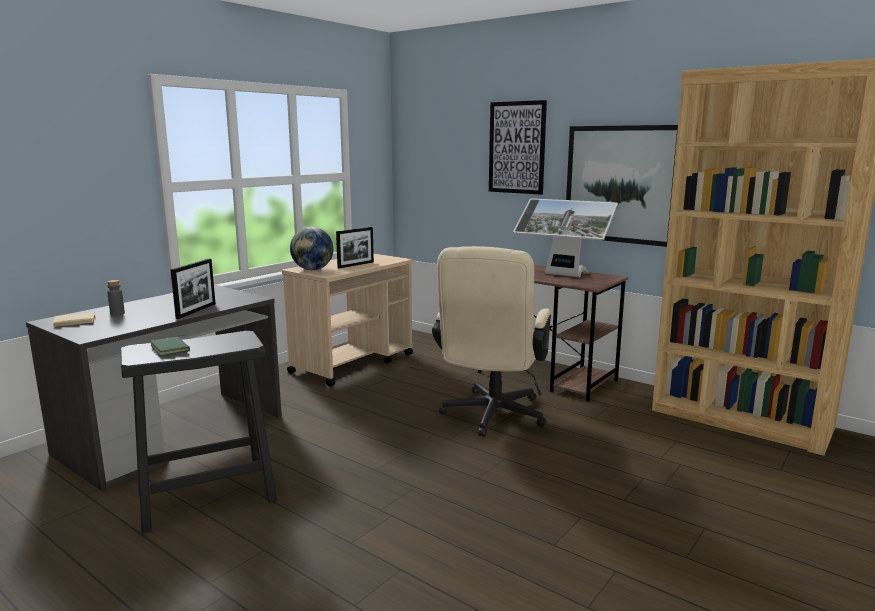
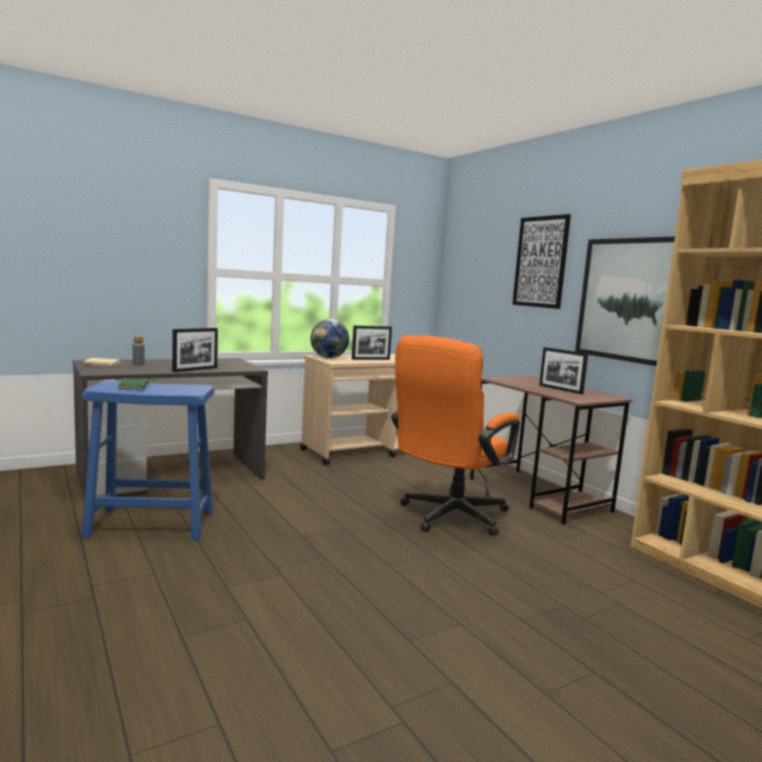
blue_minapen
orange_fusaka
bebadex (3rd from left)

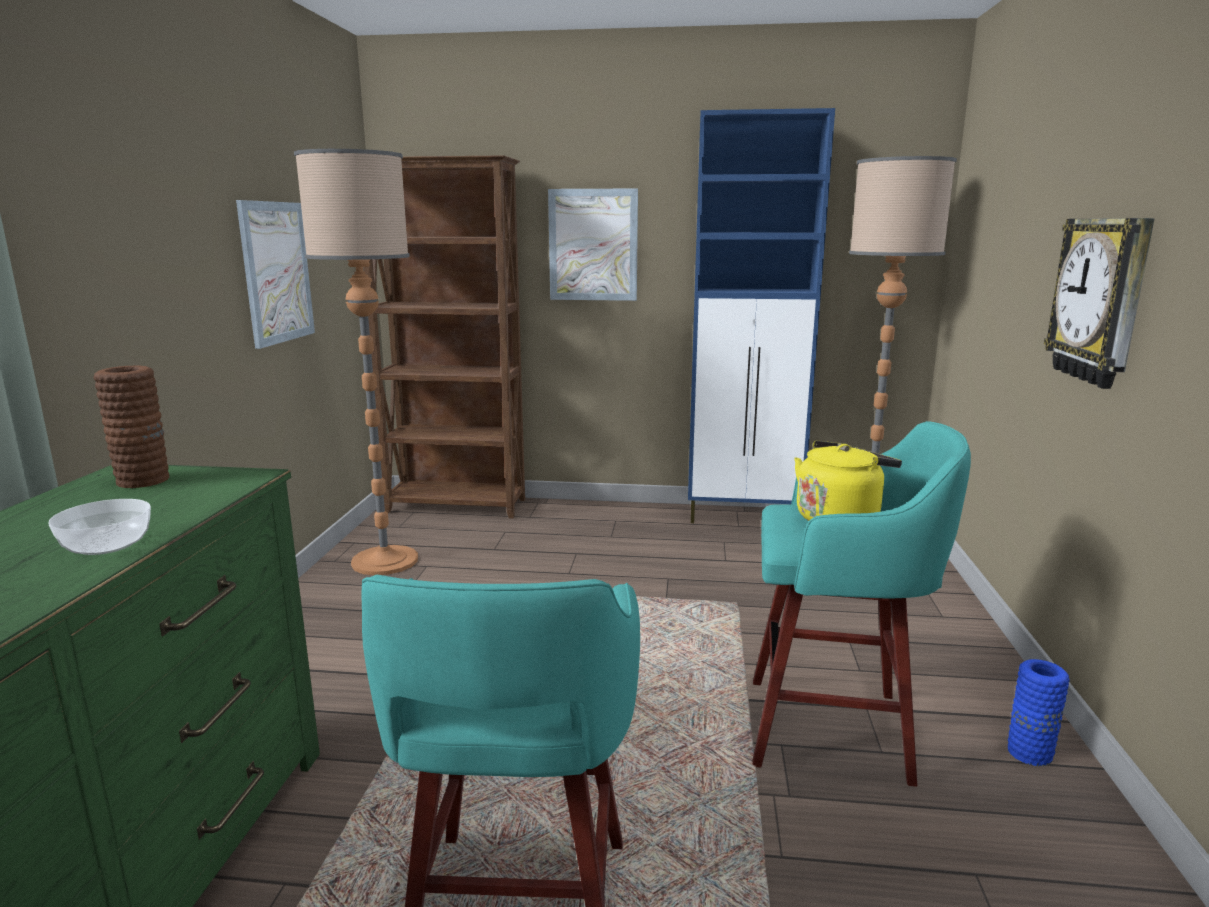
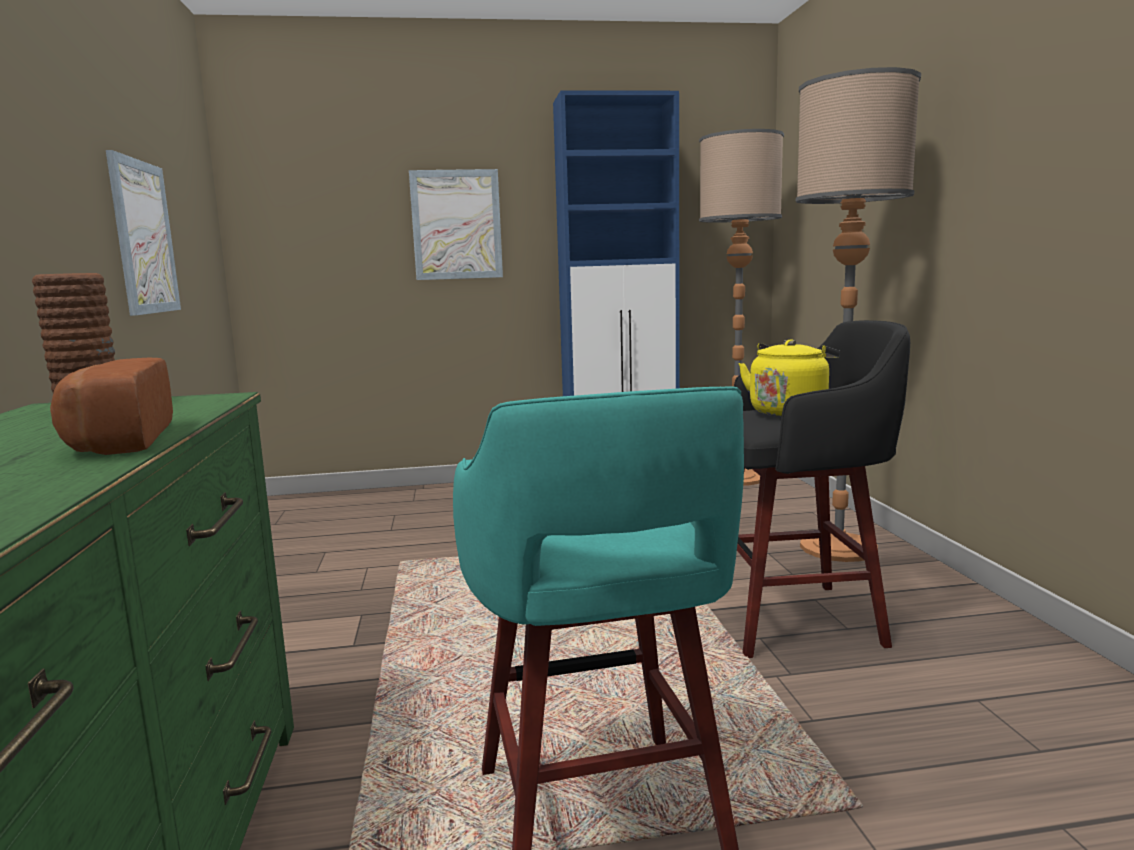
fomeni
black_minapen
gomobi (2nd from left)
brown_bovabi
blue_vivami
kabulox

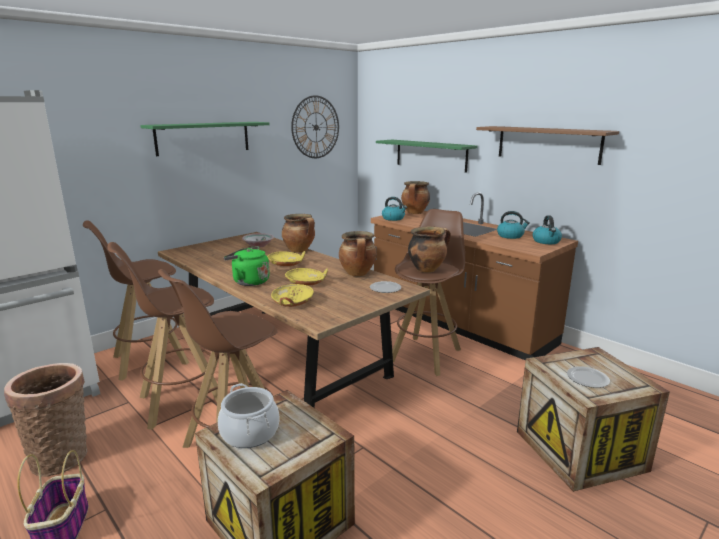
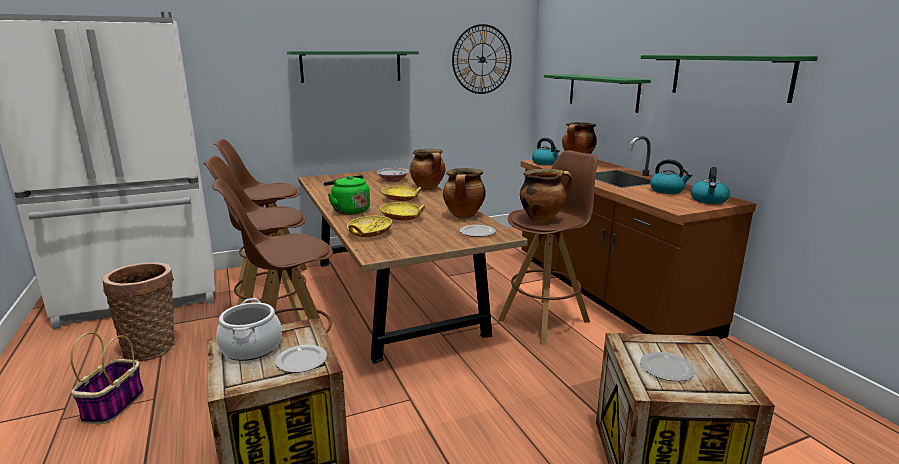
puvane (1st from left)
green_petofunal (3rd from left)

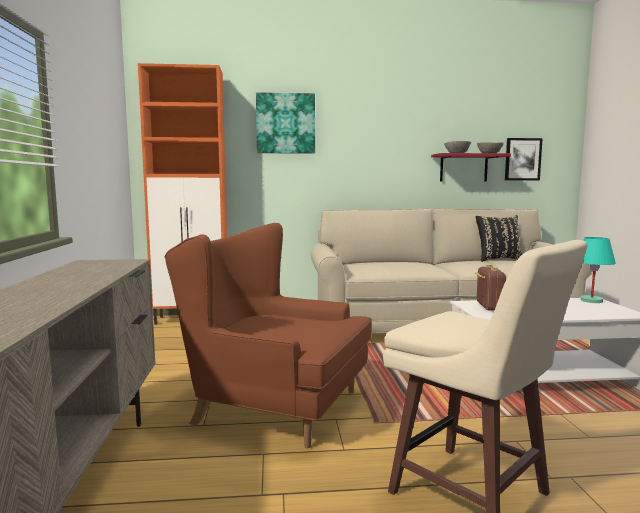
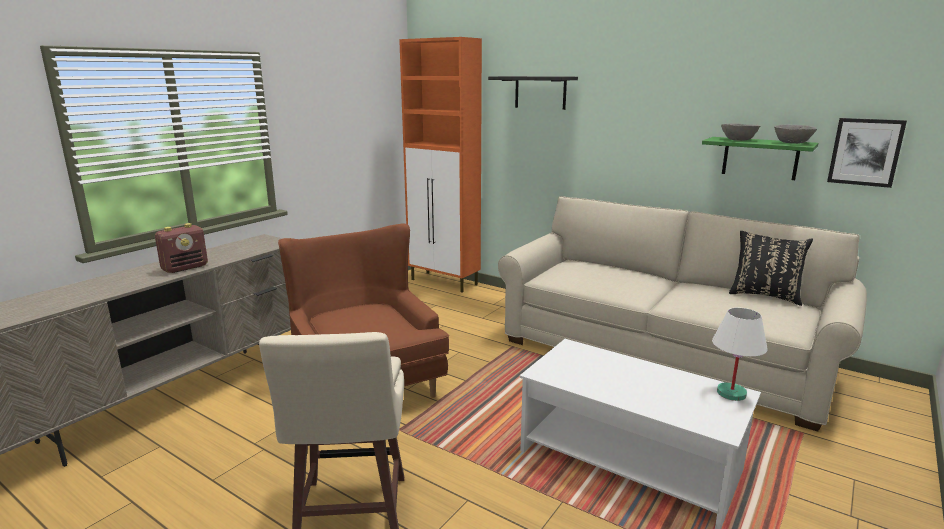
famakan
black_petofunal
green_petofunal
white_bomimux

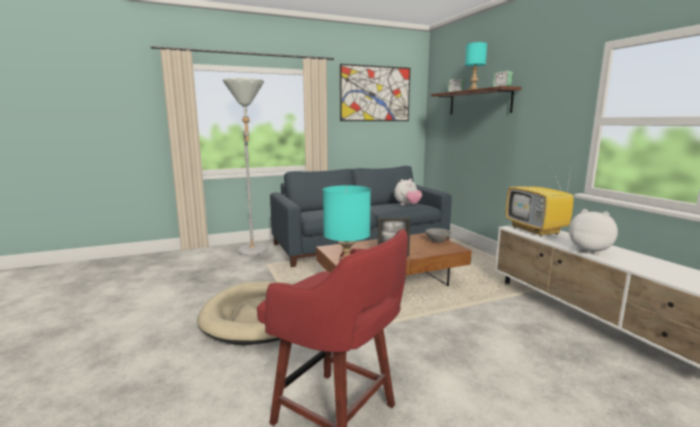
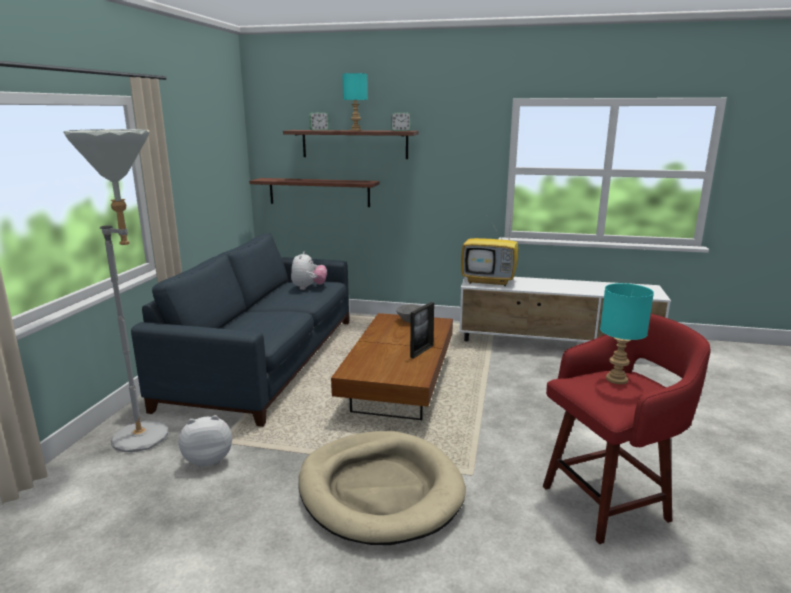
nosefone (1st from left)
petofunal (1st from left)
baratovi

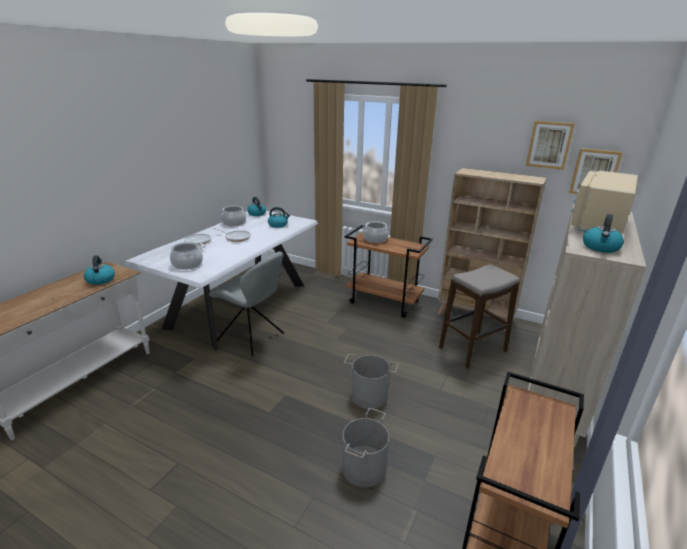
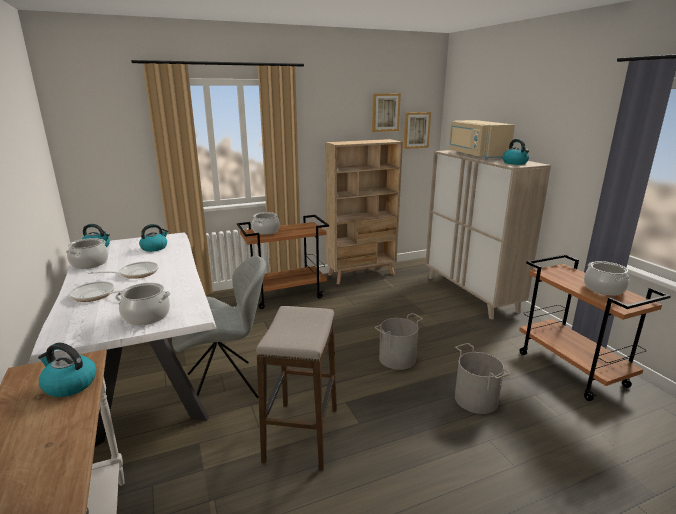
minapen
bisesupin (4th from left)

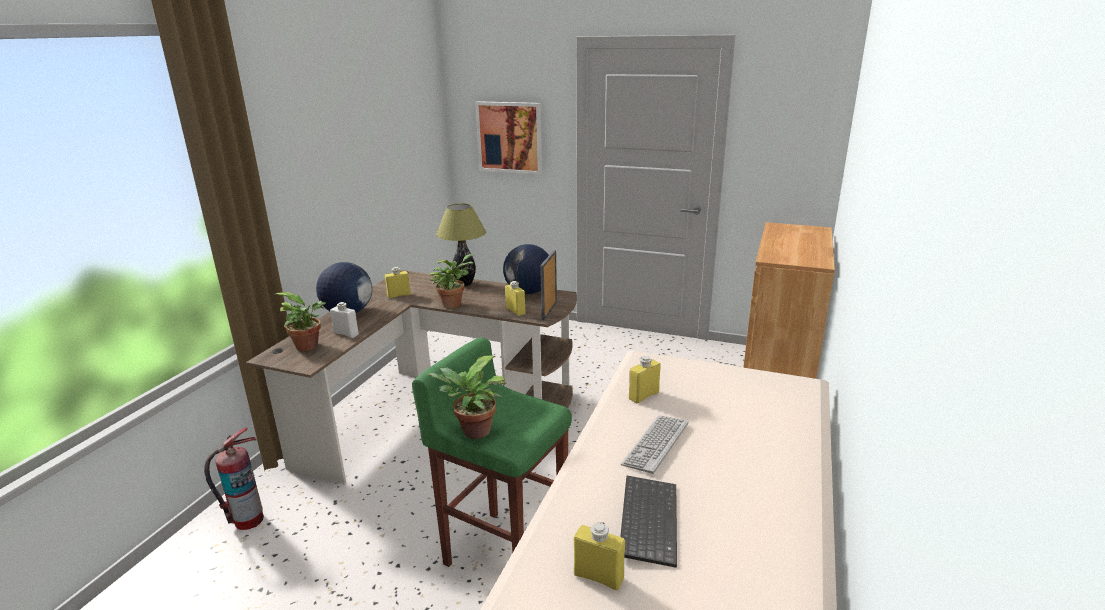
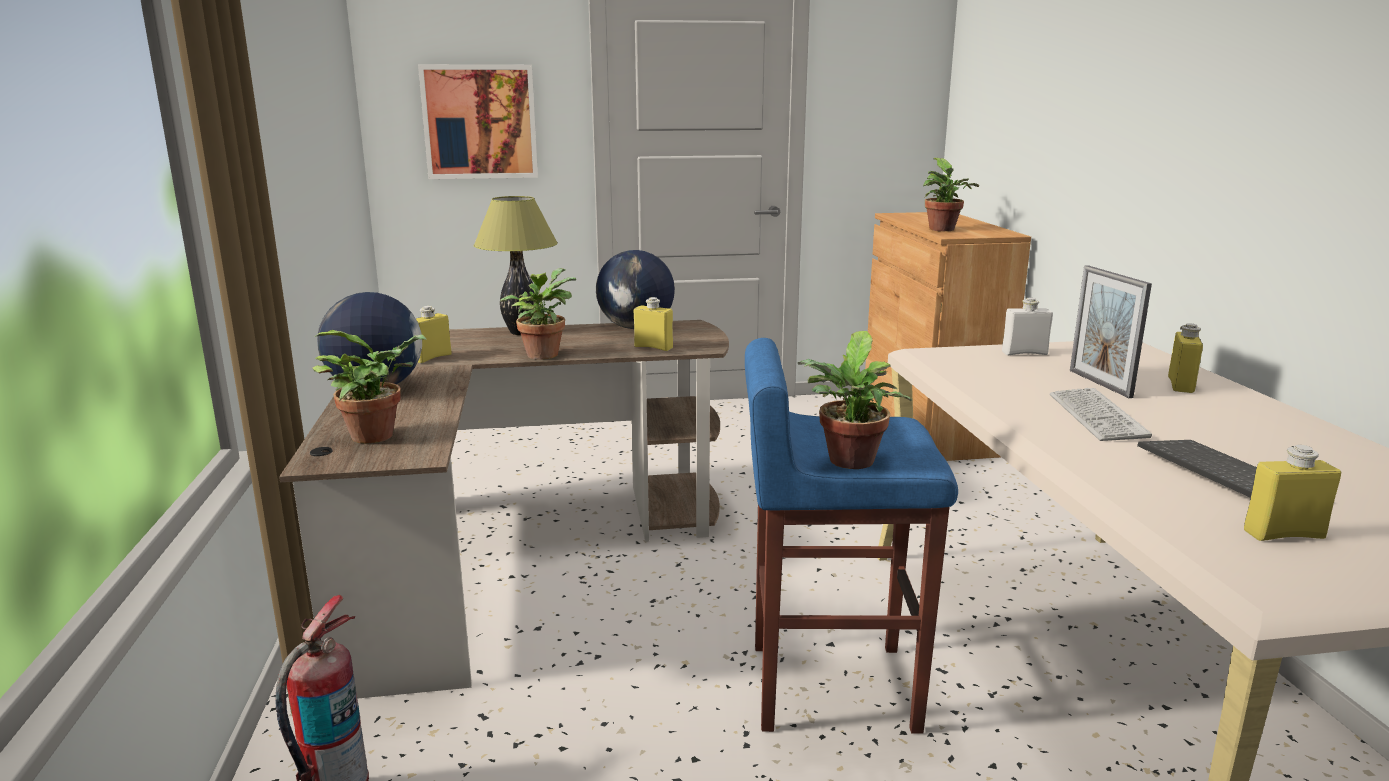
blue_minapen
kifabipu (4th from left)
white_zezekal
bebadex
yellow_zezekal (3rd from left)

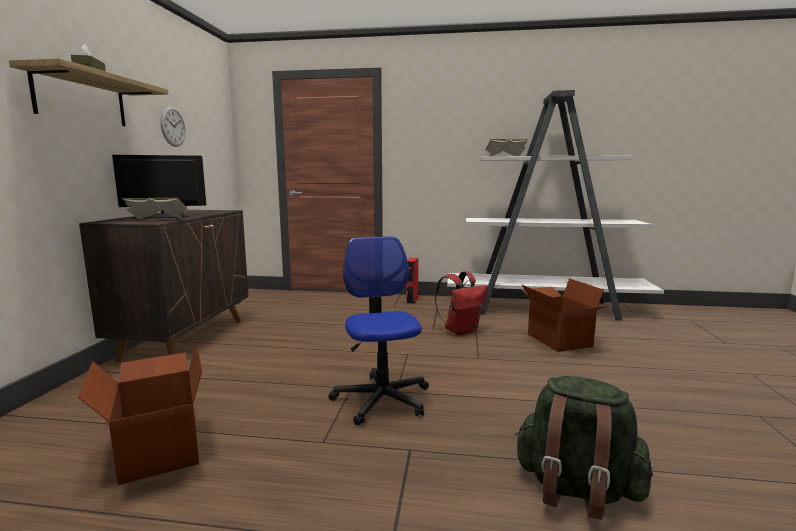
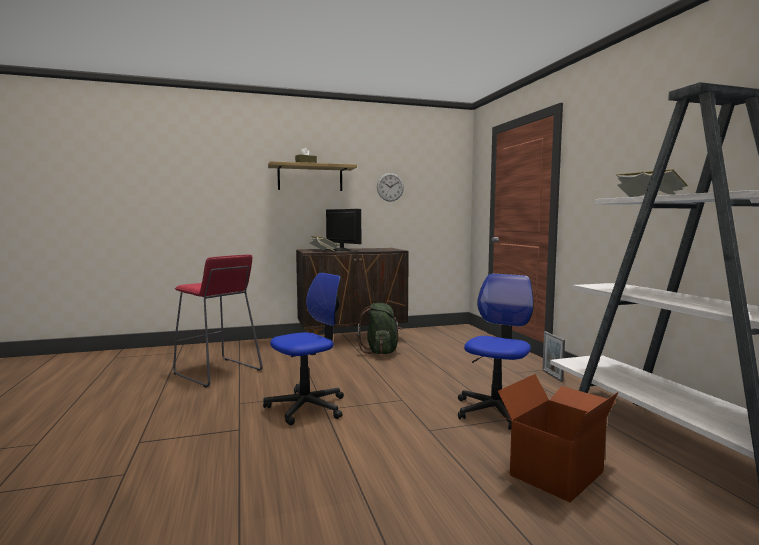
red_minapen
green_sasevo
fusaka (2nd from left)
bebadex

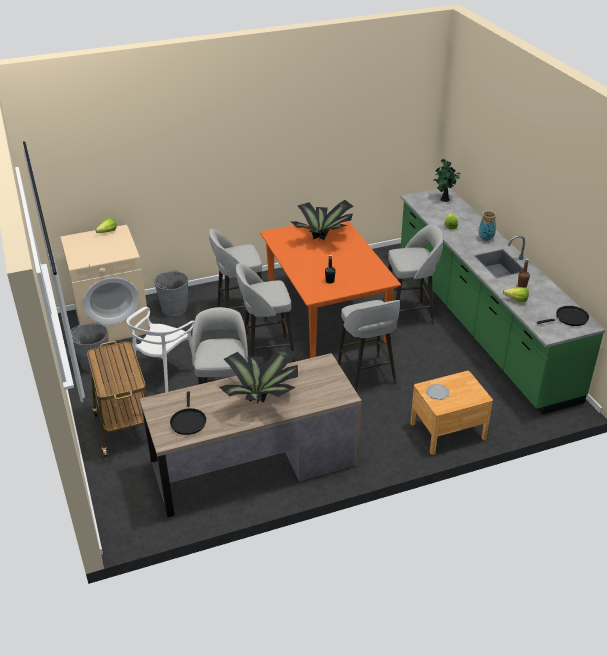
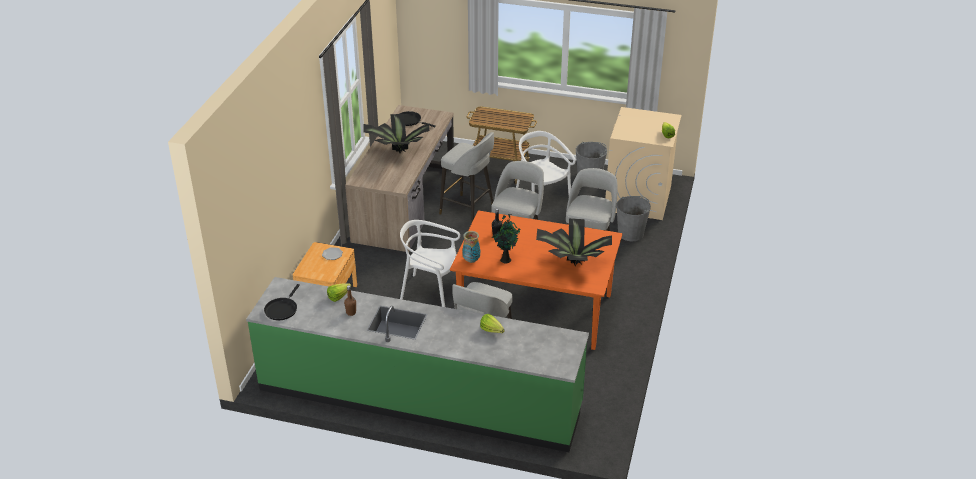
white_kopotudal (1st from left)
vivami
kifabipu (2nd from left)

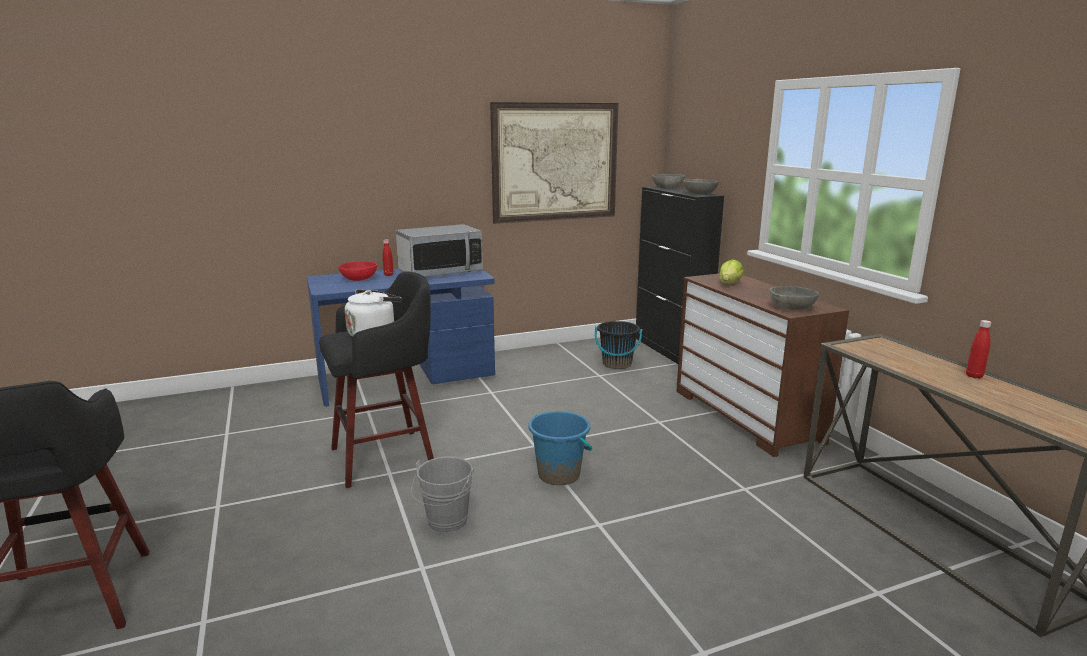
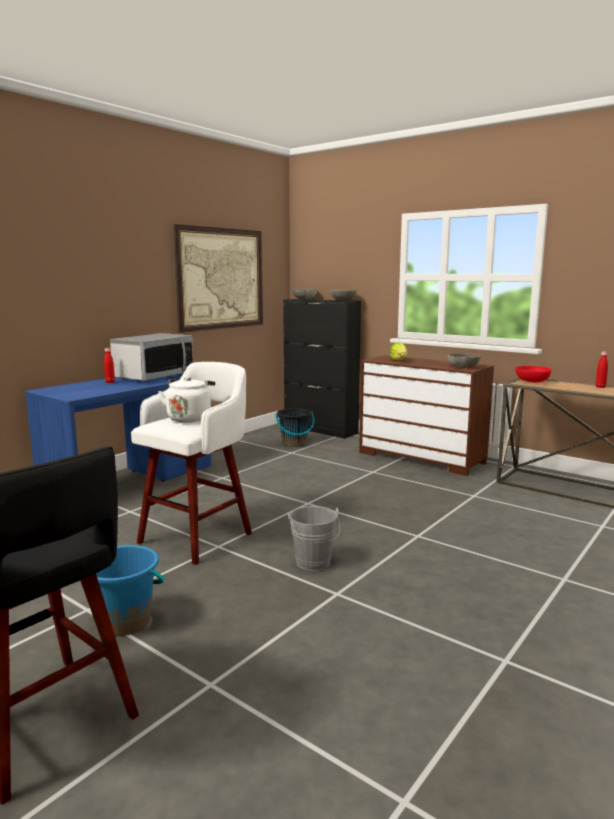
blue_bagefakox
white_minapen
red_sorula

